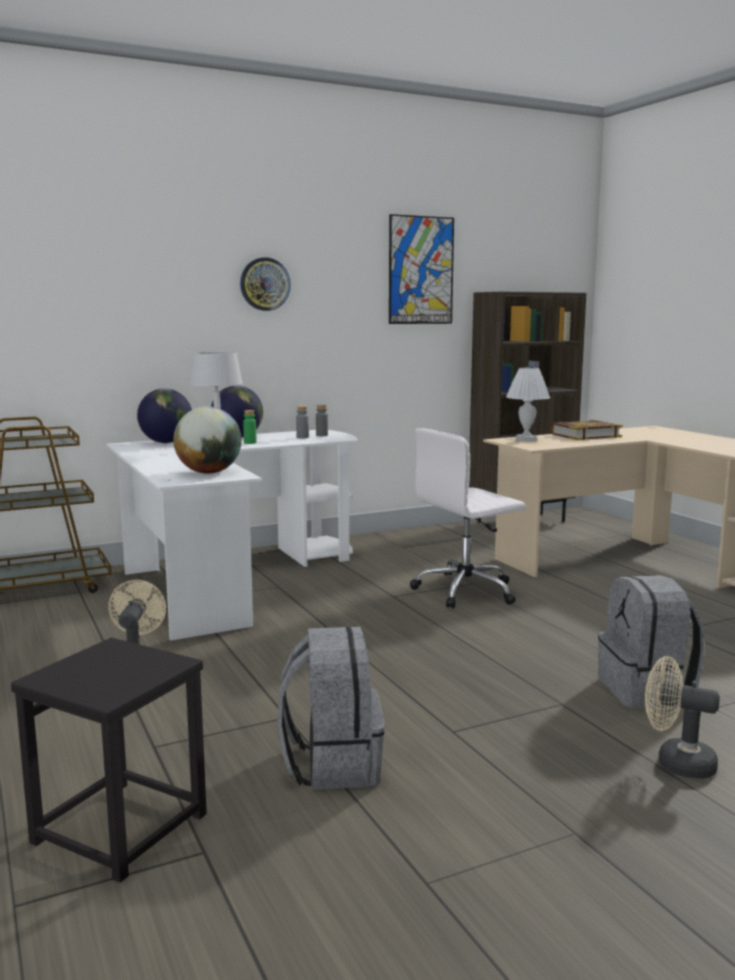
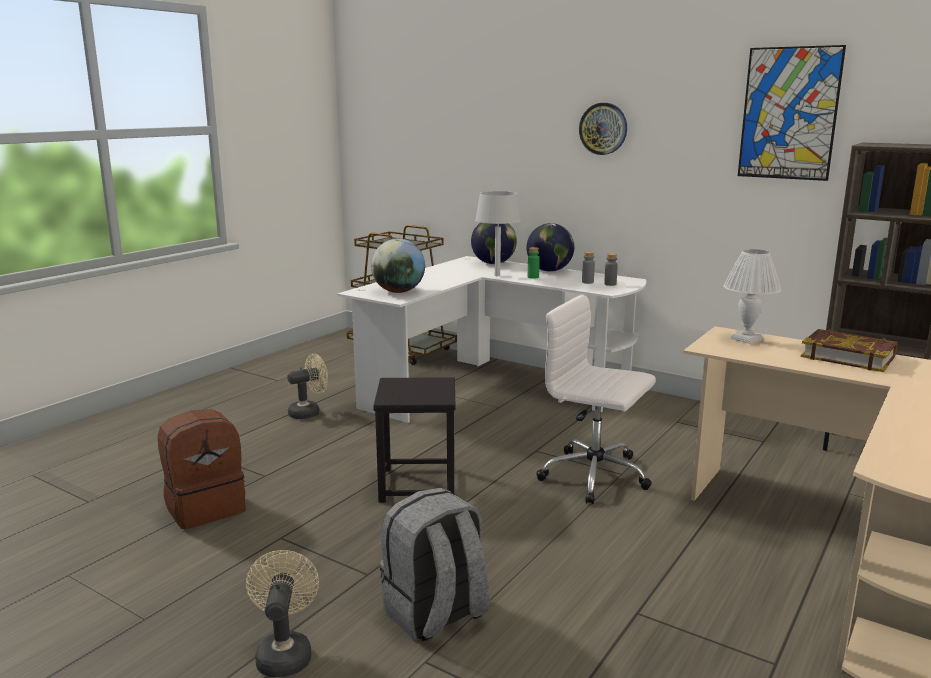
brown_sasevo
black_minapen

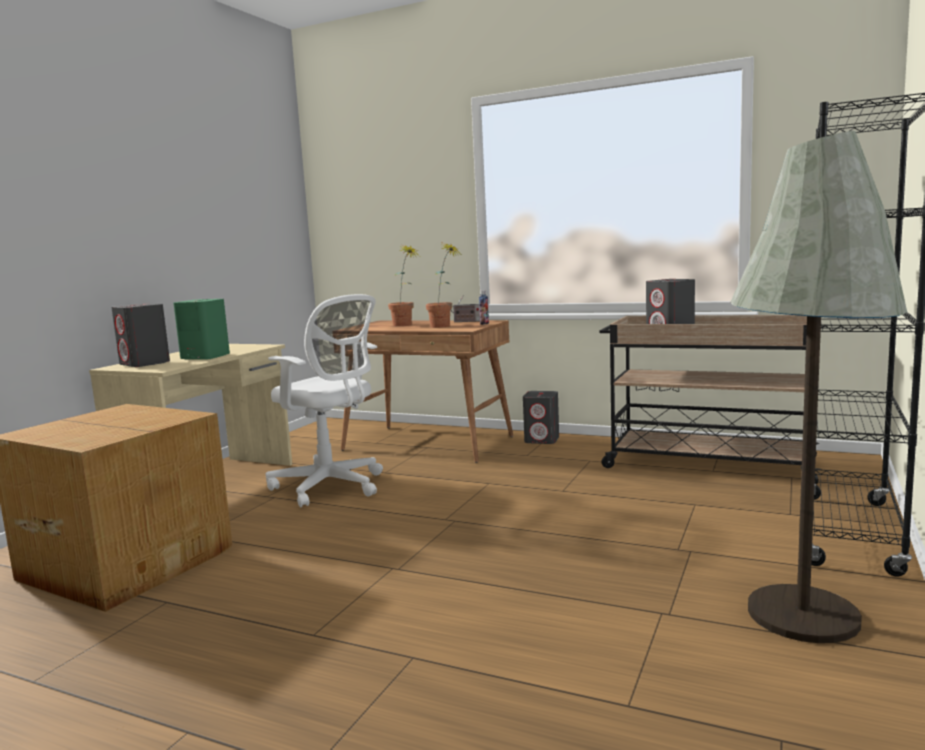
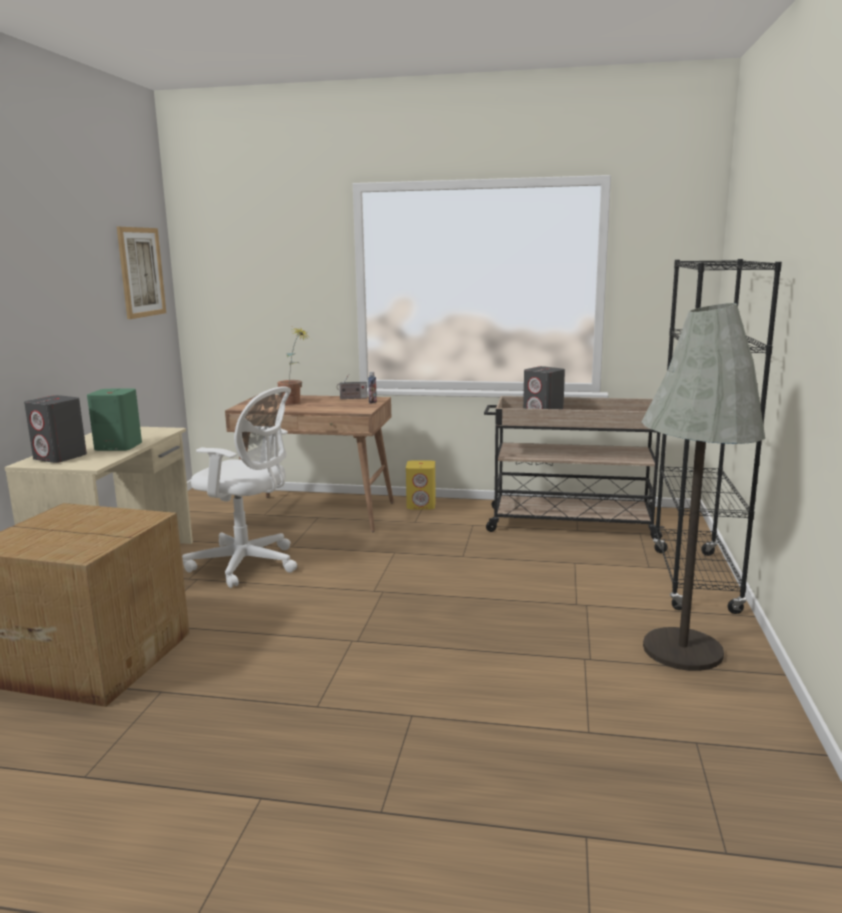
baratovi
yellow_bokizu
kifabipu (2nd from left in the first image)

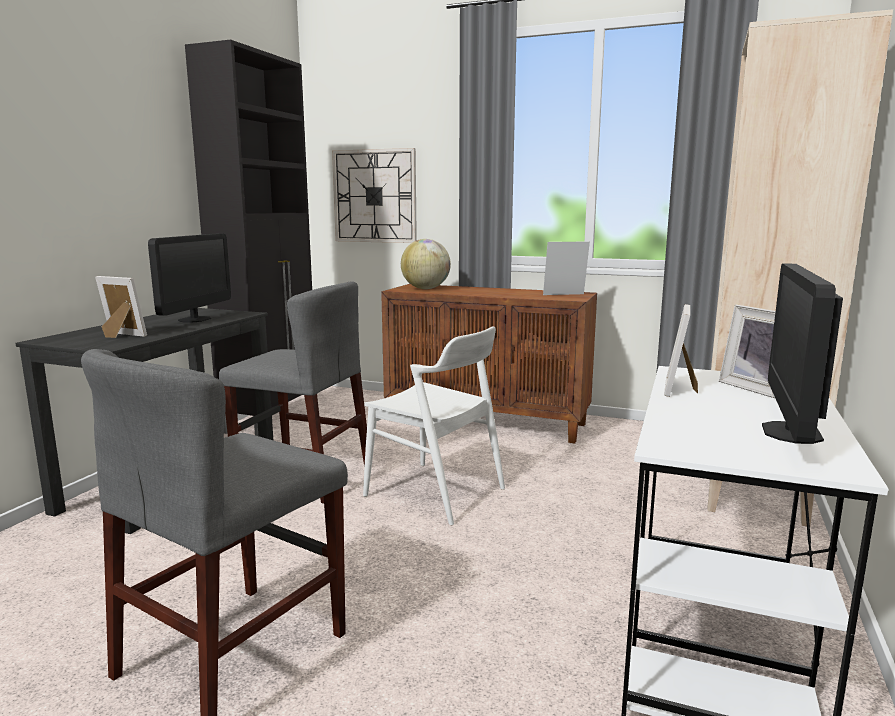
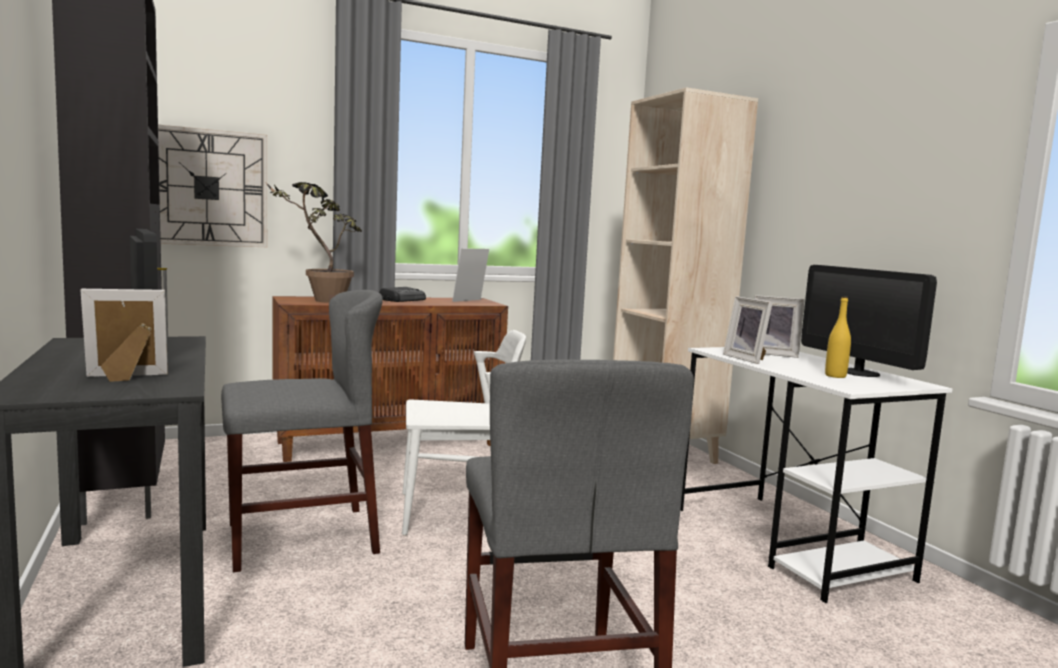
kifabipu
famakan
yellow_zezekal

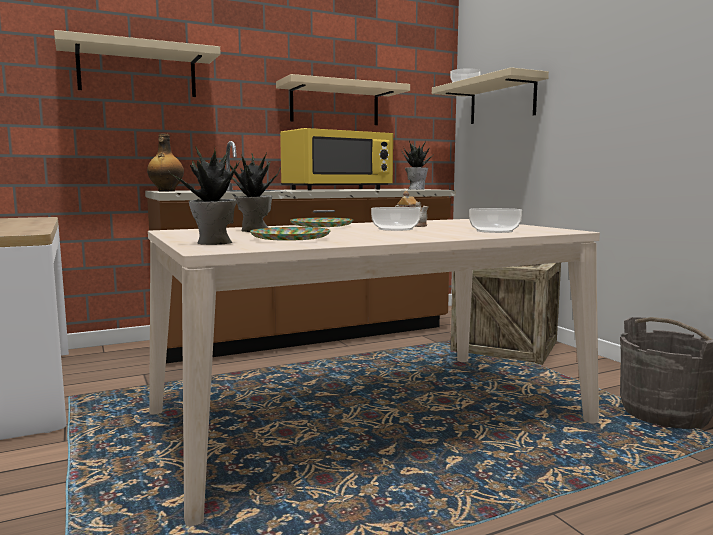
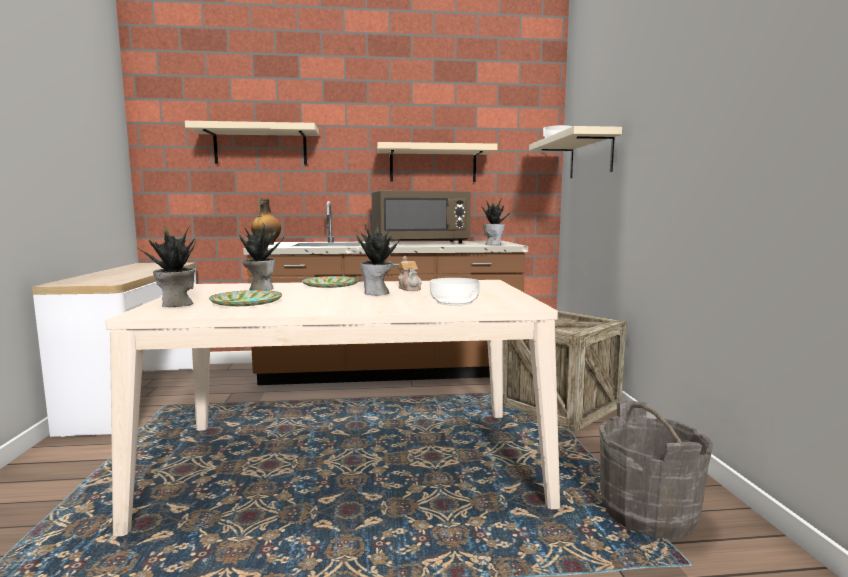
kifabipu (3rd from left)
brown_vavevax

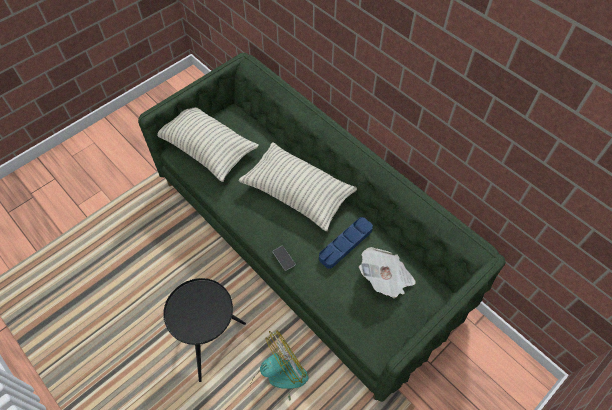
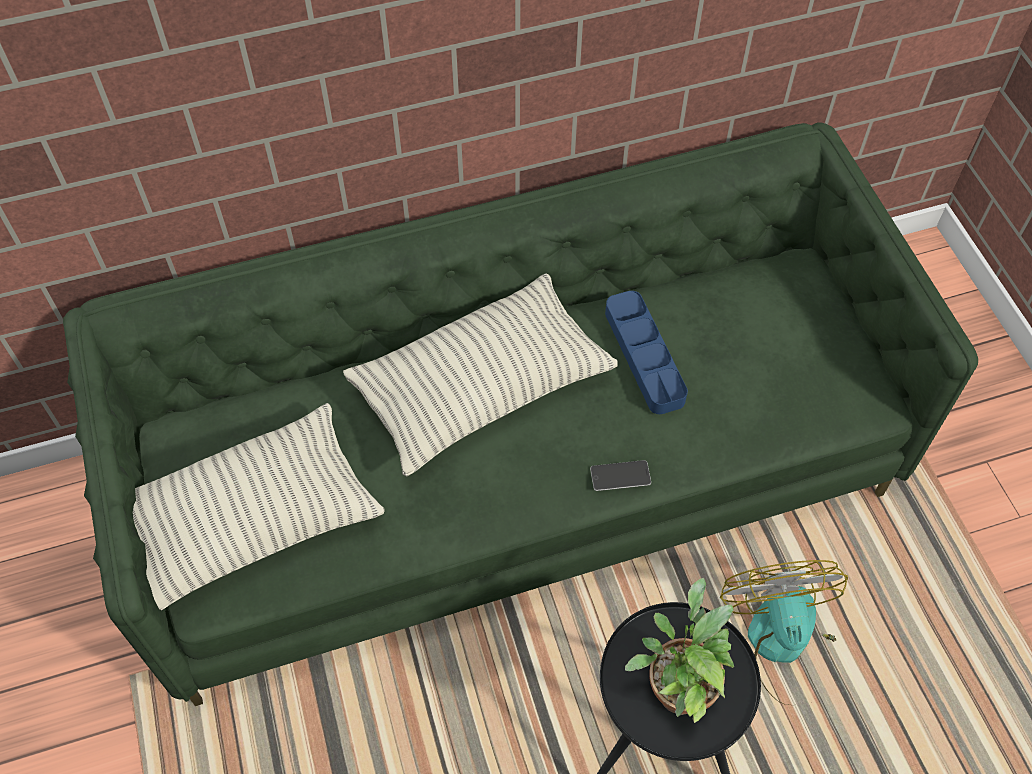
kifabipu
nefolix

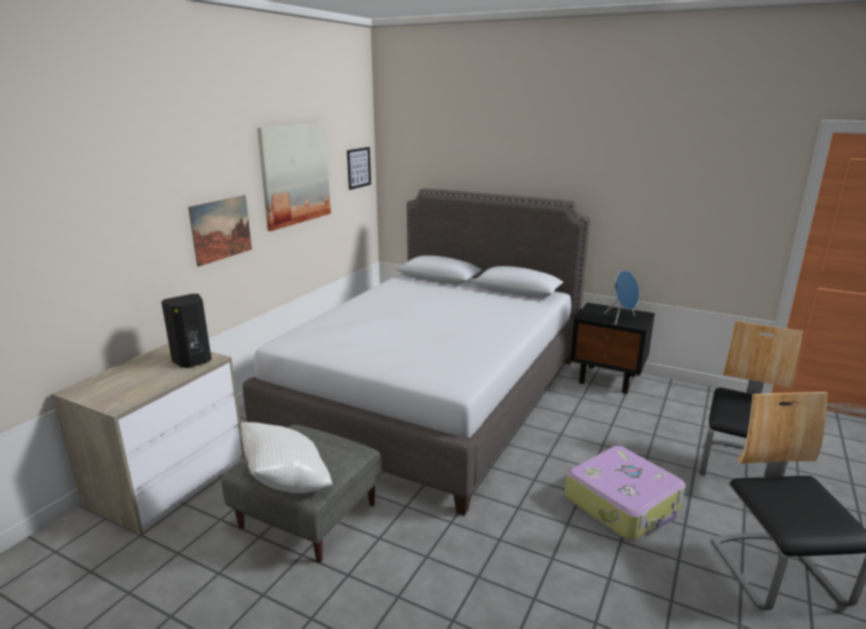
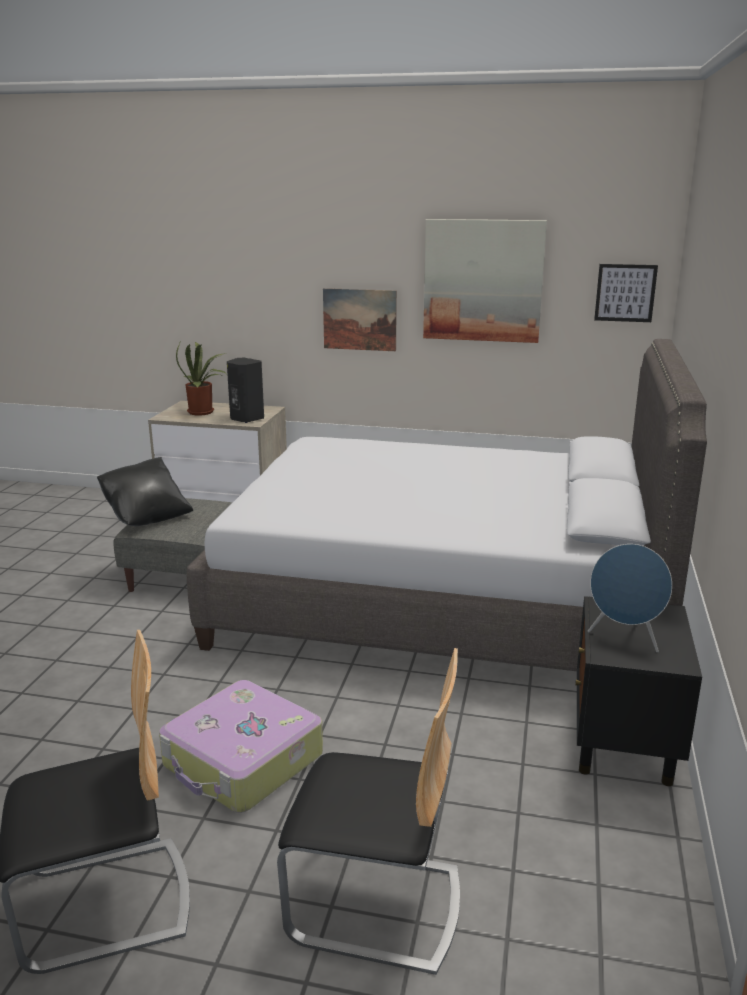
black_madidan
kifabipu

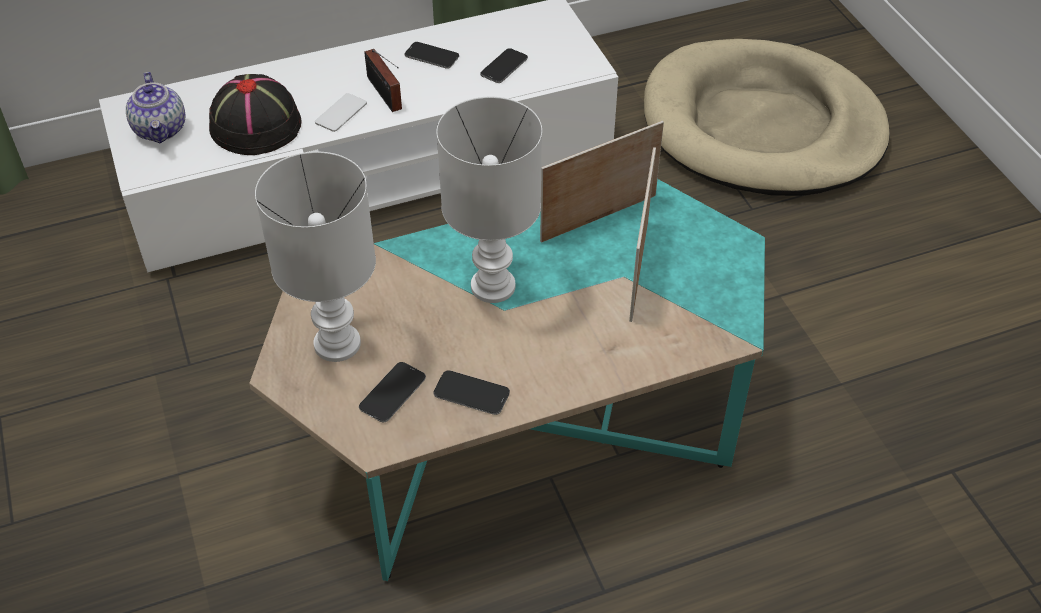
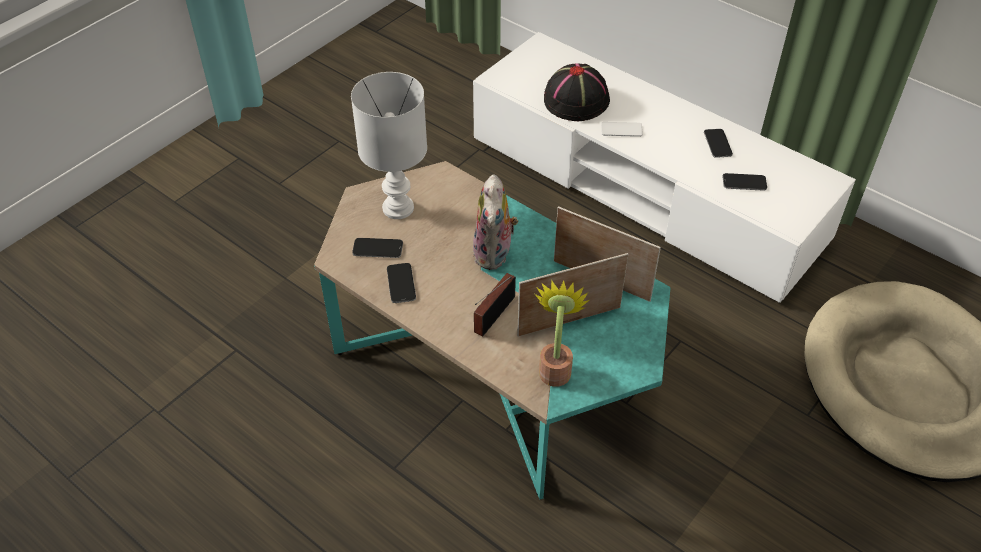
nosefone
famakan
kifabipu
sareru

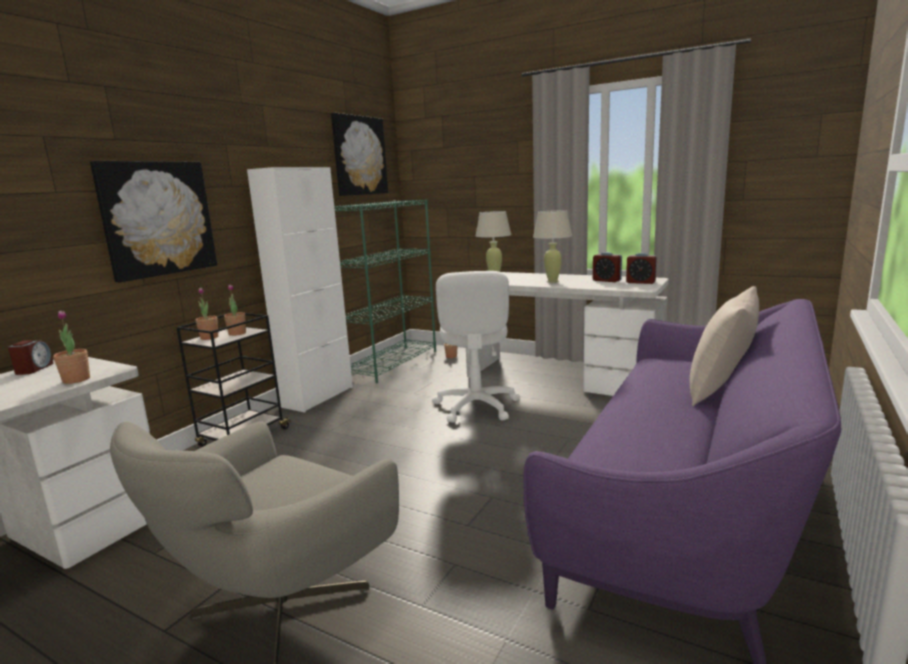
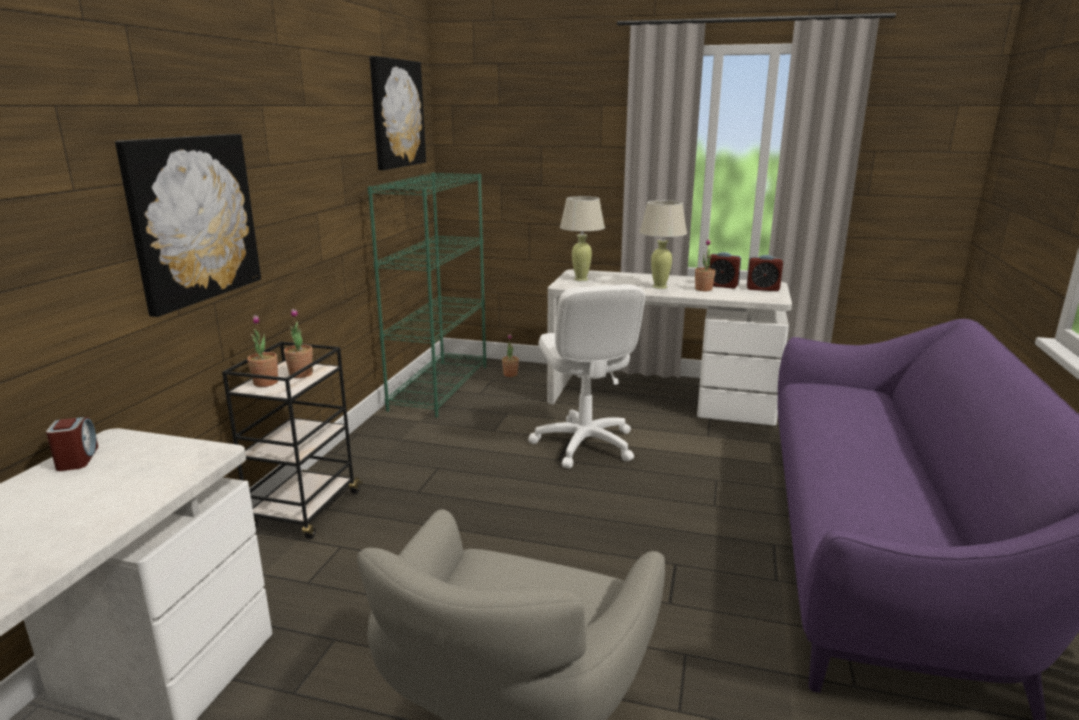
kifabipu (4th from left)
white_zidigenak
beige_madidan

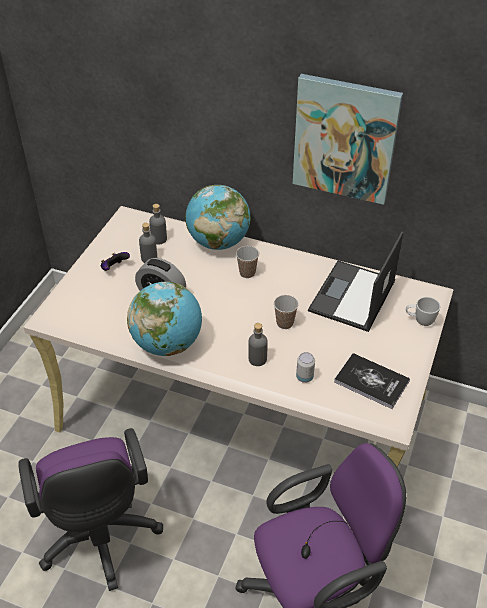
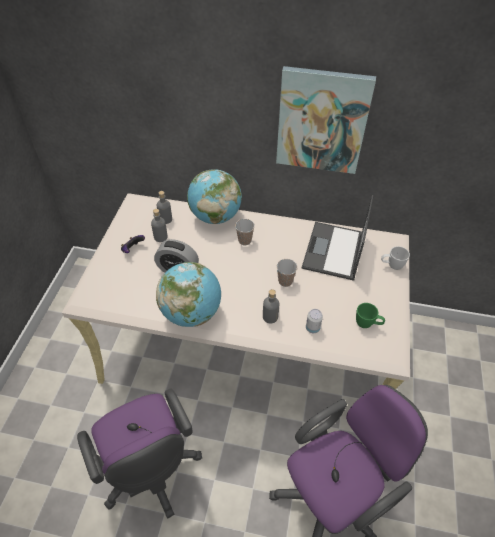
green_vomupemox

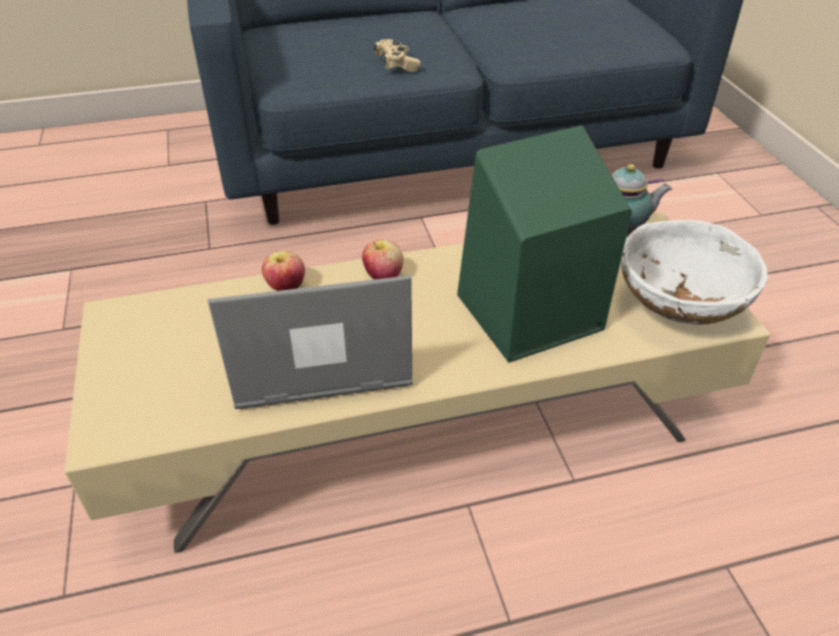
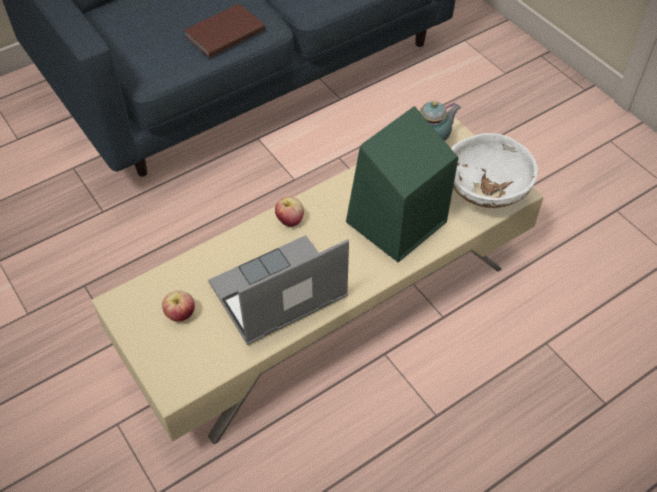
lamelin (1st from left)
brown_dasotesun

